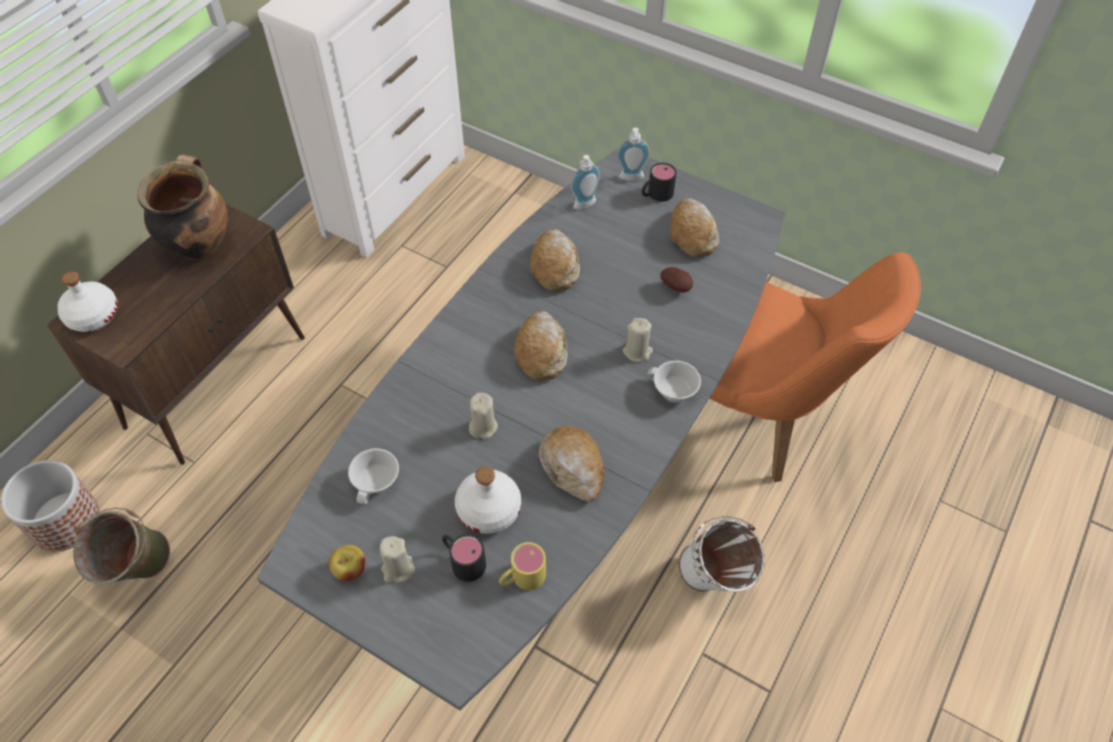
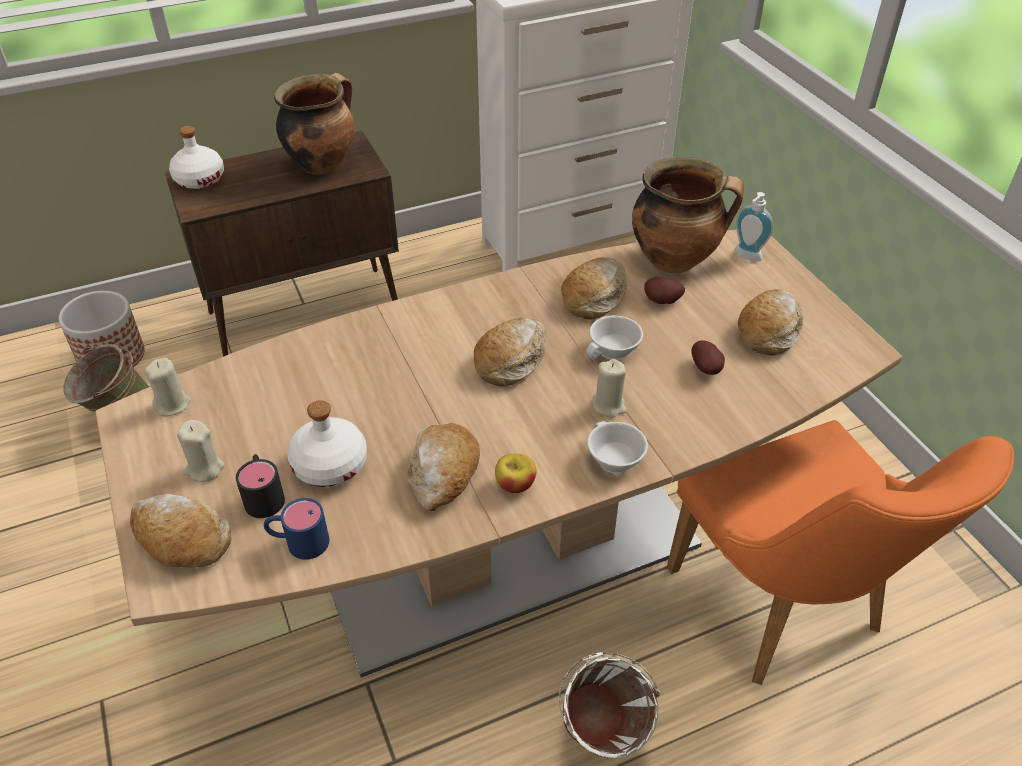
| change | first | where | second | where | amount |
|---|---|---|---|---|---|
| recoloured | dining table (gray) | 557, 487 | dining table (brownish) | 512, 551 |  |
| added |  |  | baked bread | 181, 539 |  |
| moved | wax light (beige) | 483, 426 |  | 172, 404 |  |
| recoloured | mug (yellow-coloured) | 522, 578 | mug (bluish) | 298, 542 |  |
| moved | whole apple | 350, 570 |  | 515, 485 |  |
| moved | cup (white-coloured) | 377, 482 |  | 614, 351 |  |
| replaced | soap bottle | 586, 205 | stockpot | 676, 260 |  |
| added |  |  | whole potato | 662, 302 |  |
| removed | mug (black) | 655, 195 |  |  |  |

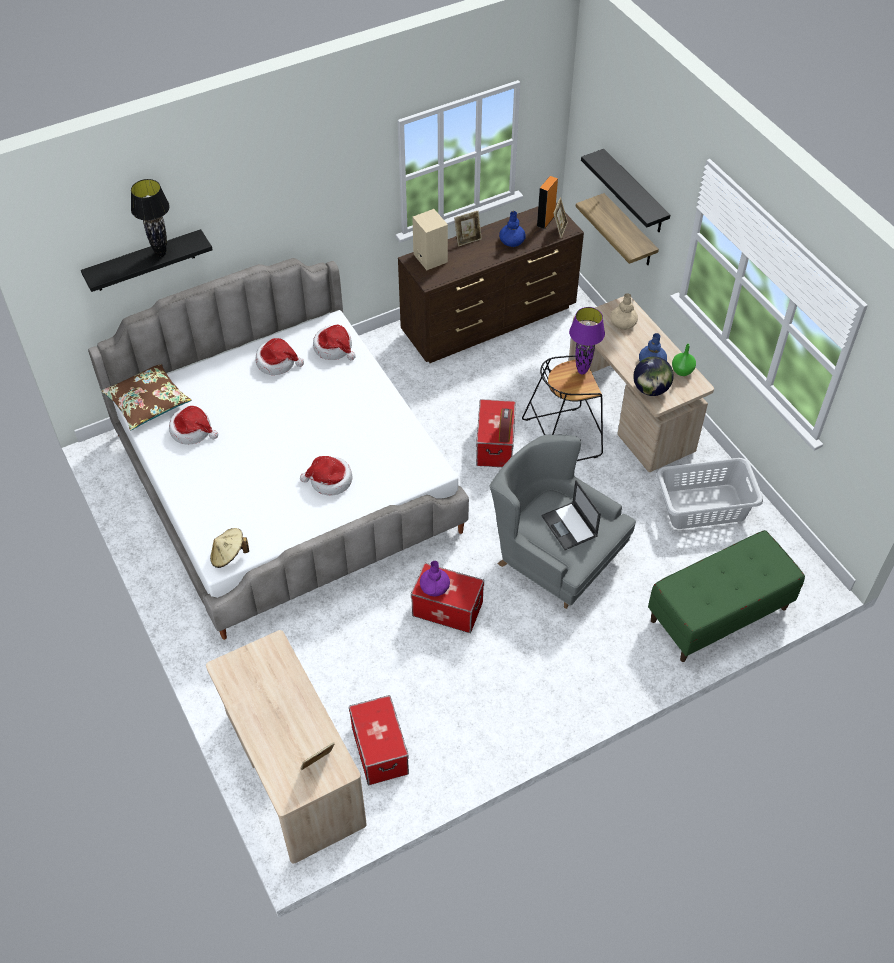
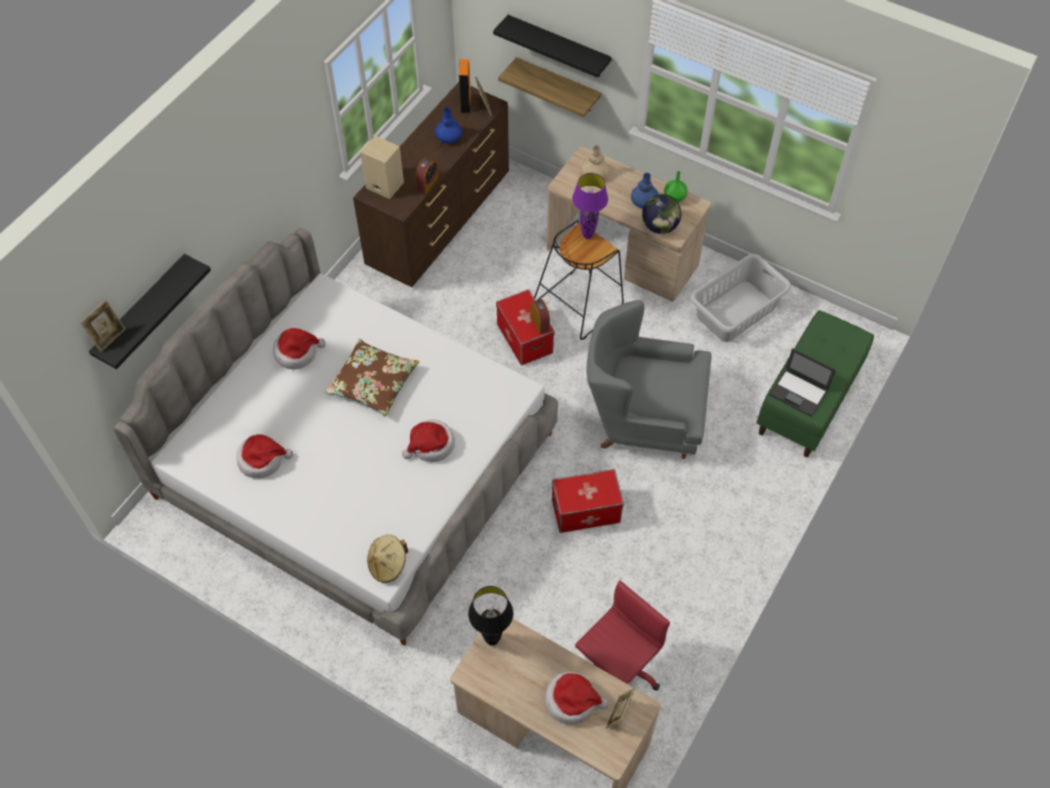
| change | first | where | second | where | amount |
|---|---|---|---|---|---|
| moved | standing frame | 468, 240 |  | 108, 337 |  |
| moved | cushion (brownish) | 148, 402 |  | 373, 383 |  |
| added |  |  | bedside clock | 427, 183 |  |
| moved | lamp for a table (black) | 161, 254 |  | 492, 640 |  |
| moved | clothing hat | 334, 348 |  | 572, 701 |  |
| replaced | storage container | 380, 750 | office chair (reddish) | 615, 669 |  |
| moved | portable computer | 570, 526 |  | 799, 393 |  |
| removed | decorative vase (purplish) | 435, 586 |  |  |  |

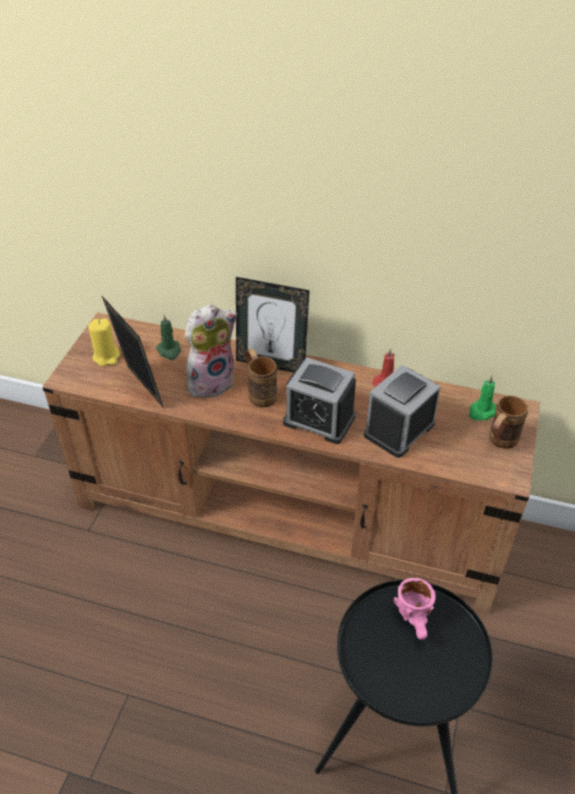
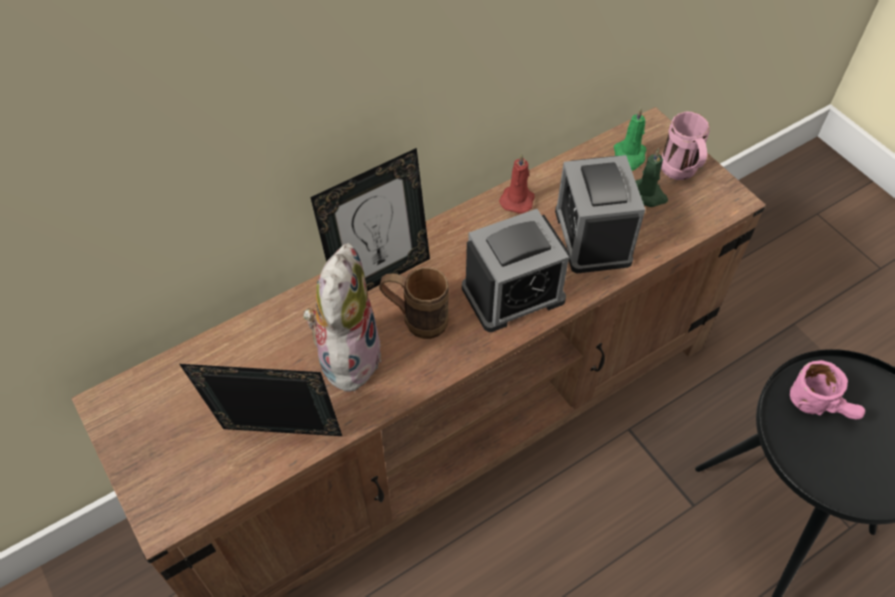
| change | first | where | second | where | amount |
|---|---|---|---|---|---|
| moved | wax light (green-coloured) | 169, 351 |  | 647, 195 |  |
| recoloured | mug (brownish) | 499, 442 | mug (pink-coloured) | 681, 174 |  |
| removed | wax light (yellow-coloured) | 106, 357 |  |  |  |

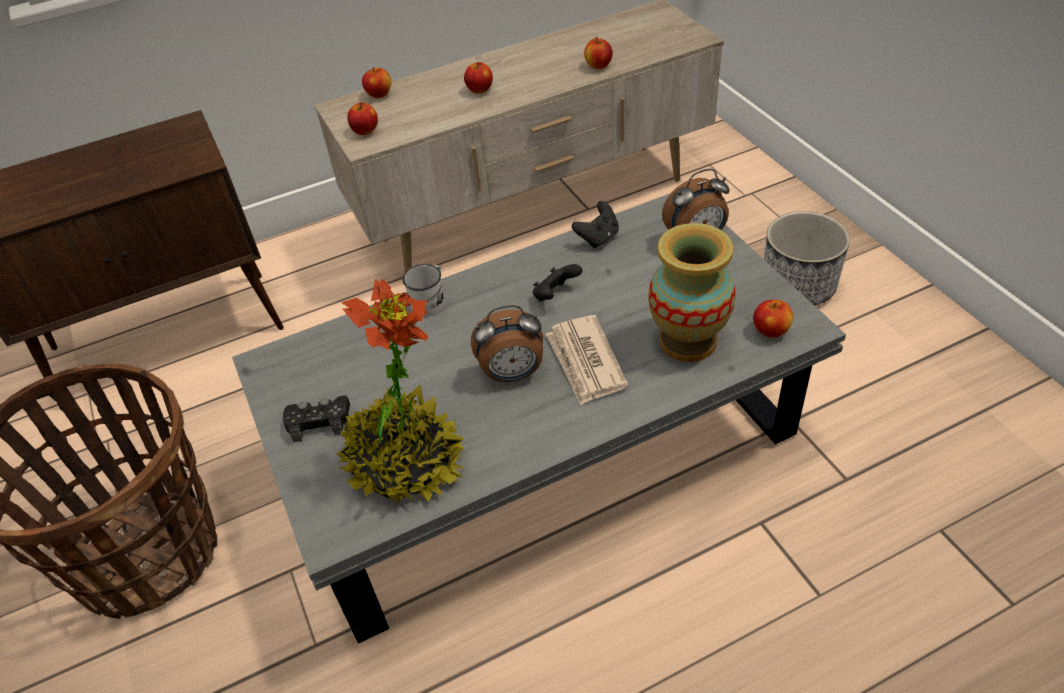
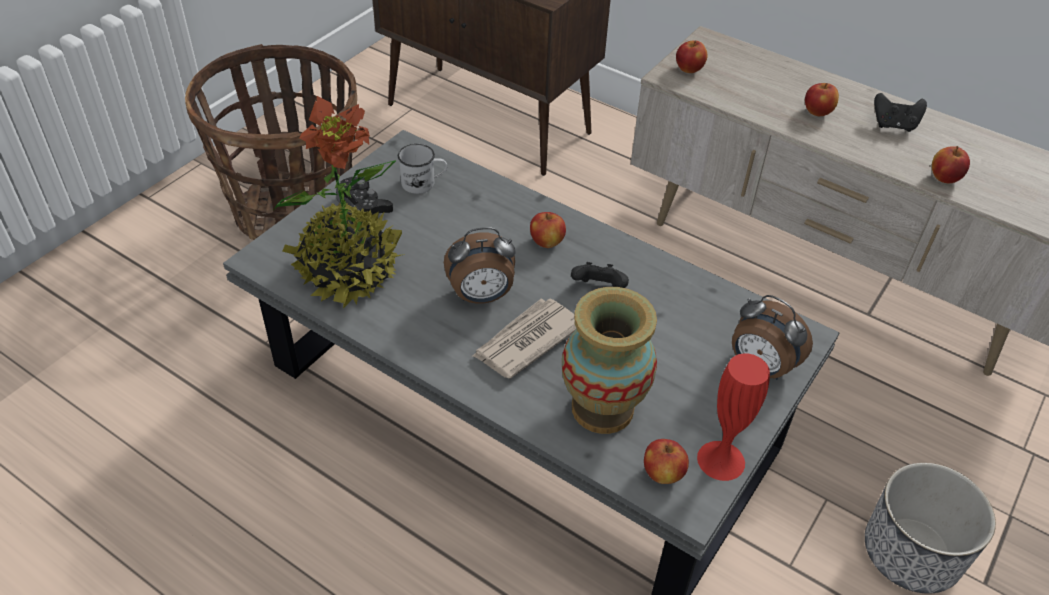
| change | first | where | second | where | amount |
|---|---|---|---|---|---|
| moved | mug (white-coloured) | 430, 301 |  | 423, 183 |  |
| turned | bedside clock | 512, 374 |  | 481, 297 | 60 degrees counterclockwise |
| moved | whole apple | 379, 95 |  | 547, 242 |  |
| added |  |  | decorative vase (reddish) | 721, 460 |  |
| moved | gamepad (black) | 598, 238 |  | 894, 125 |  |

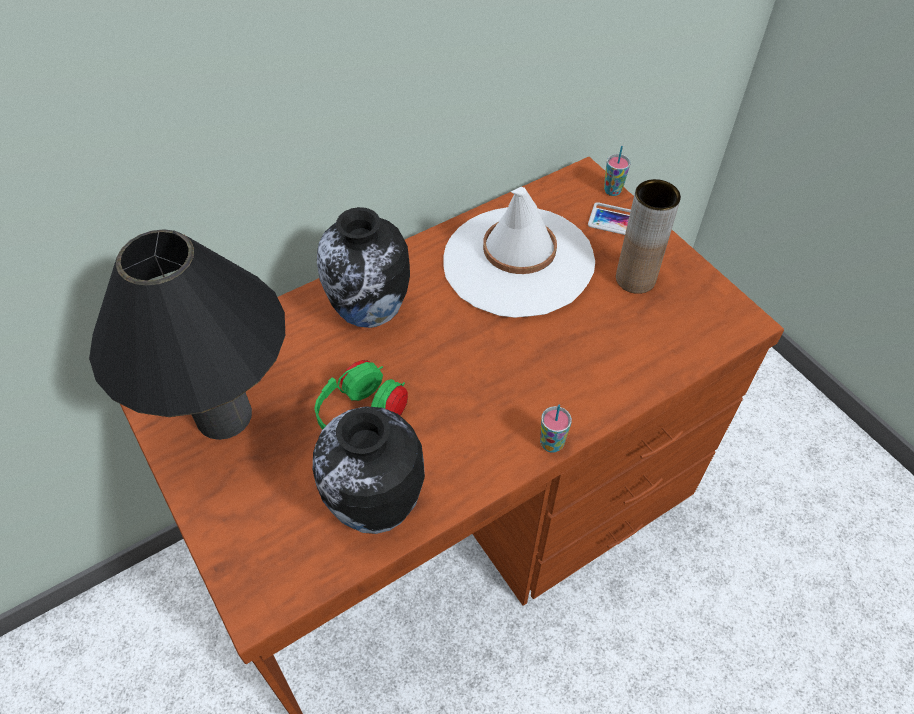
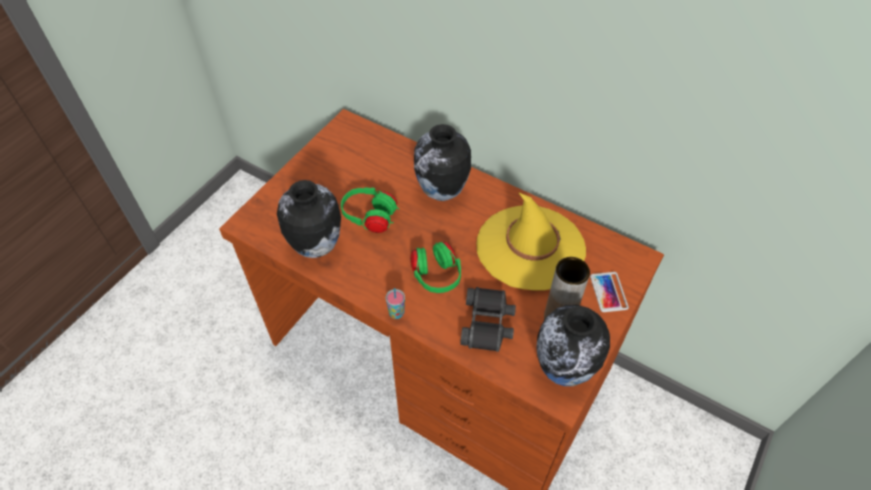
| change | first | where | second | where | amount |
|---|---|---|---|---|---|
| added |  |  | headphones (green-coloured) | 436, 276 |  |
| added |  |  | field glasses (black) | 487, 323 |  |
| recoloured | clothing hat (white-coloured) | 517, 261 | clothing hat (yellow-coloured) | 530, 247 |  |
| added |  |  | decorative vase | 563, 370 |  |
| removed | lamp for a table (black) | 224, 415 |  |  |  |
| removed | cup | 612, 190 |  |  |  |

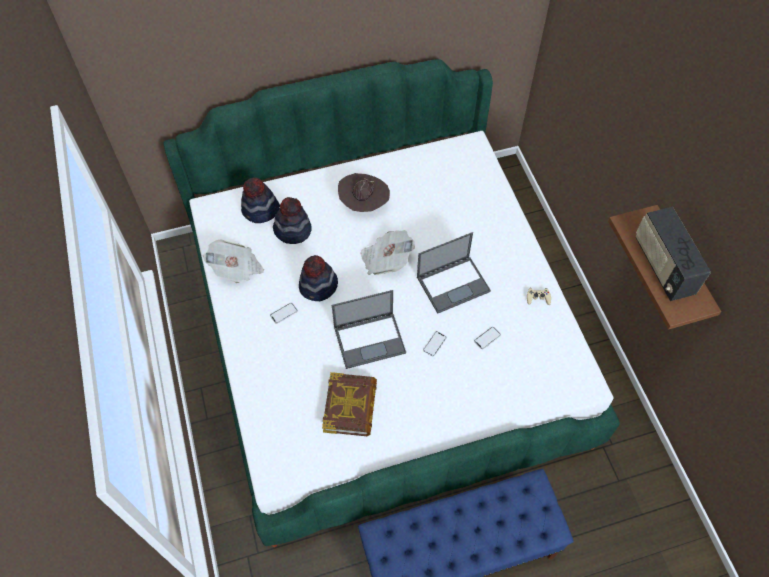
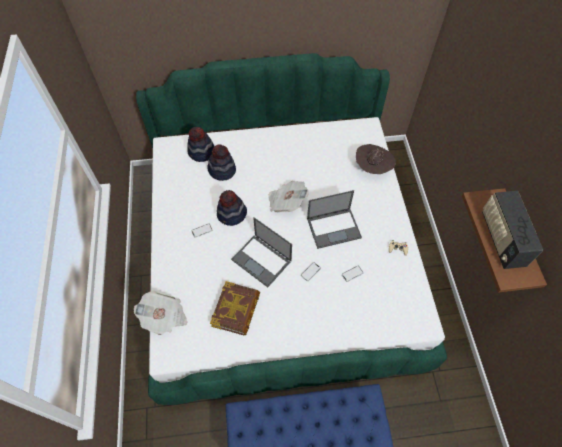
| change | first | where | second | where | amount |
|---|---|---|---|---|---|
| moved | newspaper | 236, 269 |  | 164, 317 |  |
| turned | portable computer | 370, 339 |  | 262, 260 | 45 degrees clockwise |
| moved | clothing hat (brownish) | 364, 204 |  | 372, 168 |  |

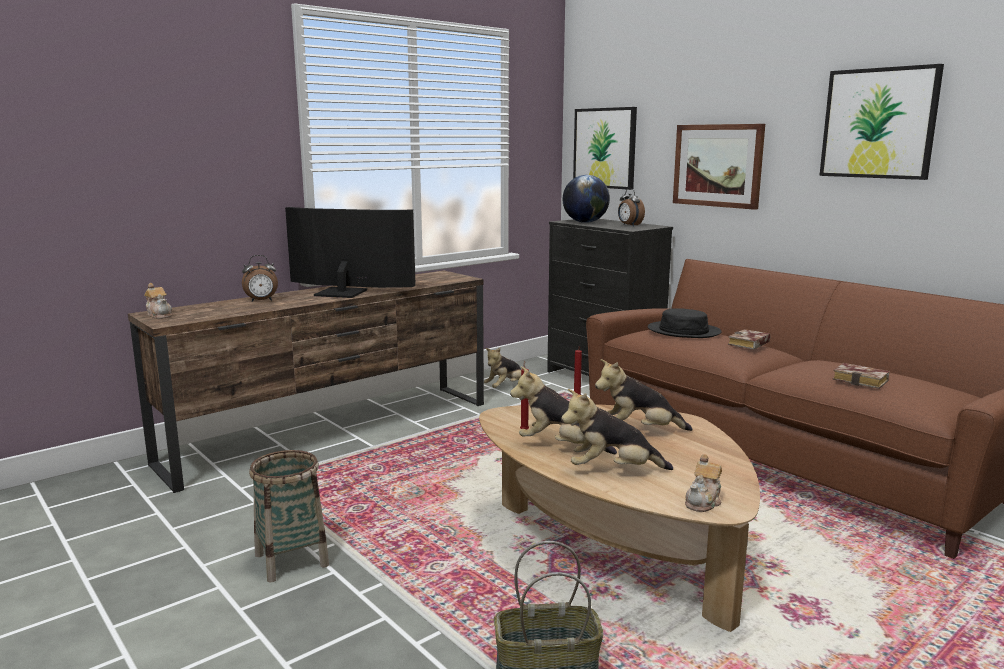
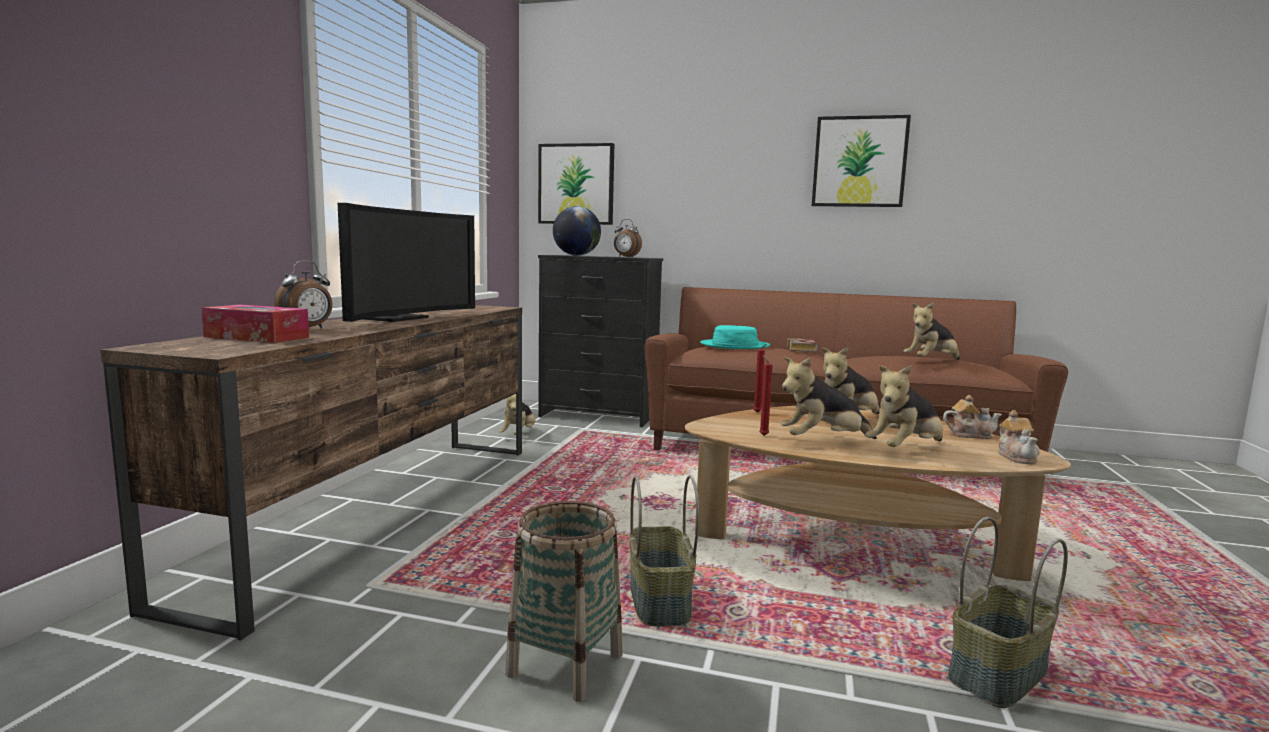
| change | first | where | second | where | amount |
|---|---|---|---|---|---|
| added |  |  | tissue box | 257, 337 |  |
| turned | TV | 345, 291 |  | 398, 318 | 135 degrees clockwise |
| added |  |  | basket | 657, 600 |  |
| recoloured | clothing hat (black) | 683, 331 | clothing hat (turquoise-coloured) | 734, 346 |  |
| replaced | bound book | 862, 381 | soft toy | 931, 362 |  |
| moved | tea pot | 160, 315 |  | 969, 435 |  |
| removed | wall picture | 718, 165 |  |  |  |

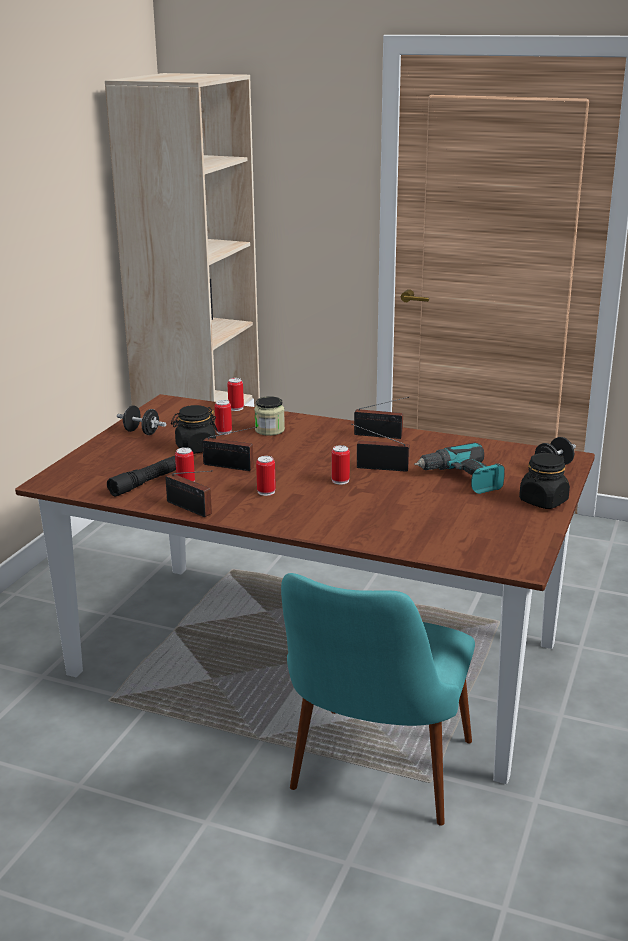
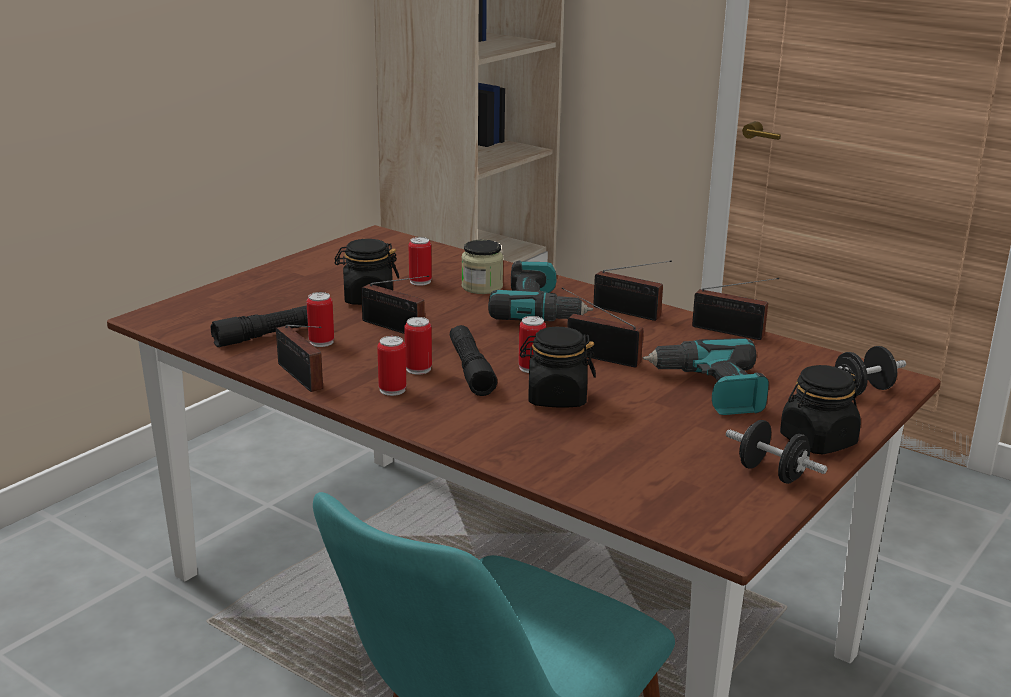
| change | first | where | second | where | amount |
|---|---|---|---|---|---|
| moved | metal can | 236, 408 |  | 392, 389 |  |
| added |  |  | hand torch (black) | 470, 369 |  |
| added |  |  | drill | 539, 310 |  |
| added |  |  | storage jar (black) | 556, 398 |  |
| added |  |  | radio | 731, 332 |  |
| moved | dumbbell (black) | 142, 432 |  | 771, 473 |  |

